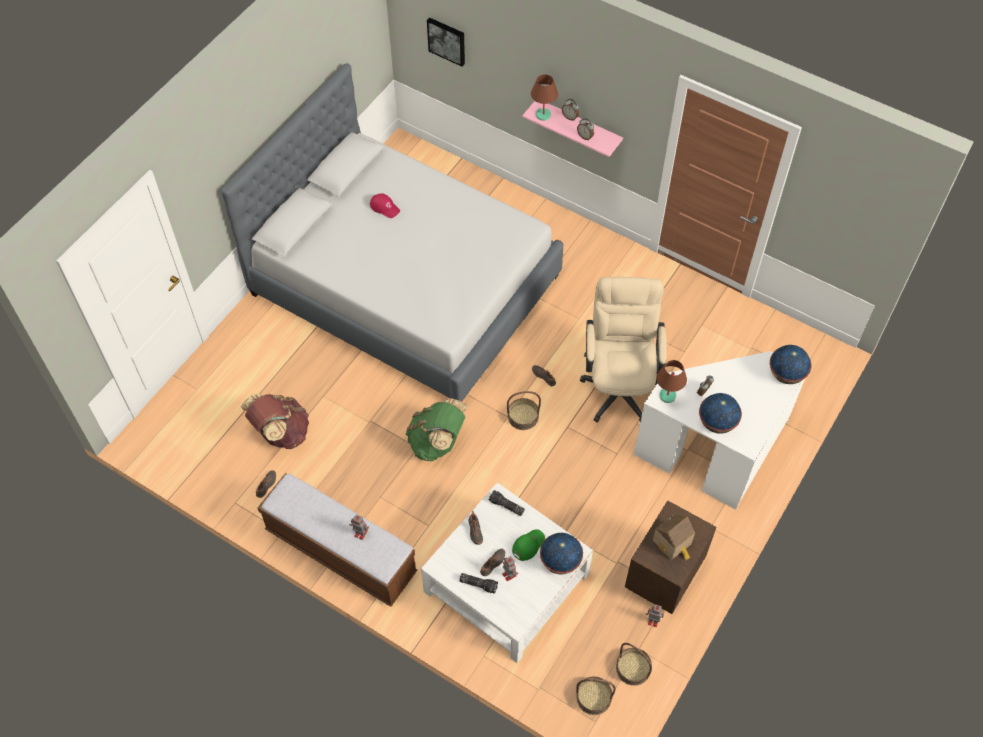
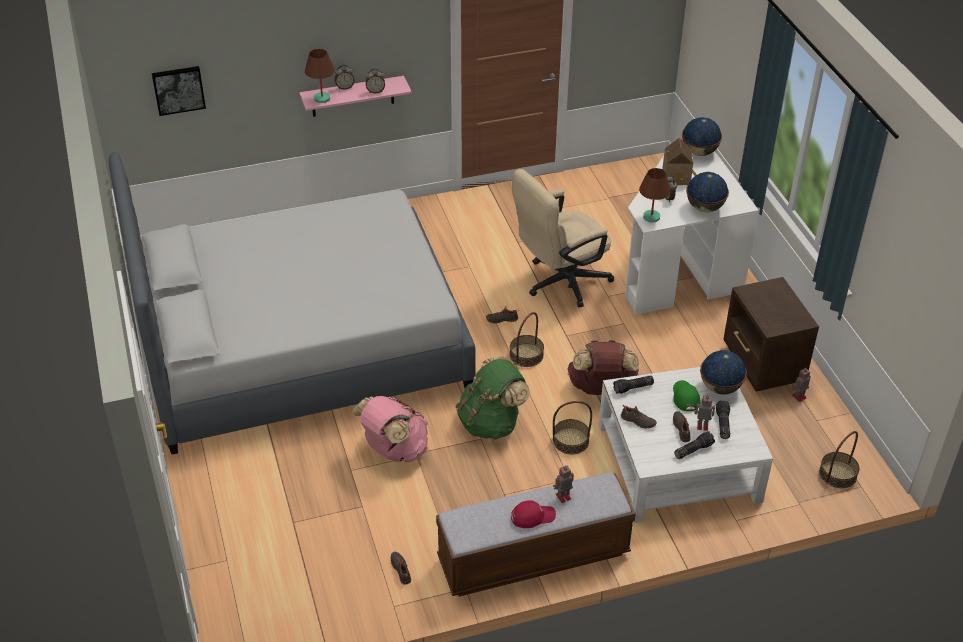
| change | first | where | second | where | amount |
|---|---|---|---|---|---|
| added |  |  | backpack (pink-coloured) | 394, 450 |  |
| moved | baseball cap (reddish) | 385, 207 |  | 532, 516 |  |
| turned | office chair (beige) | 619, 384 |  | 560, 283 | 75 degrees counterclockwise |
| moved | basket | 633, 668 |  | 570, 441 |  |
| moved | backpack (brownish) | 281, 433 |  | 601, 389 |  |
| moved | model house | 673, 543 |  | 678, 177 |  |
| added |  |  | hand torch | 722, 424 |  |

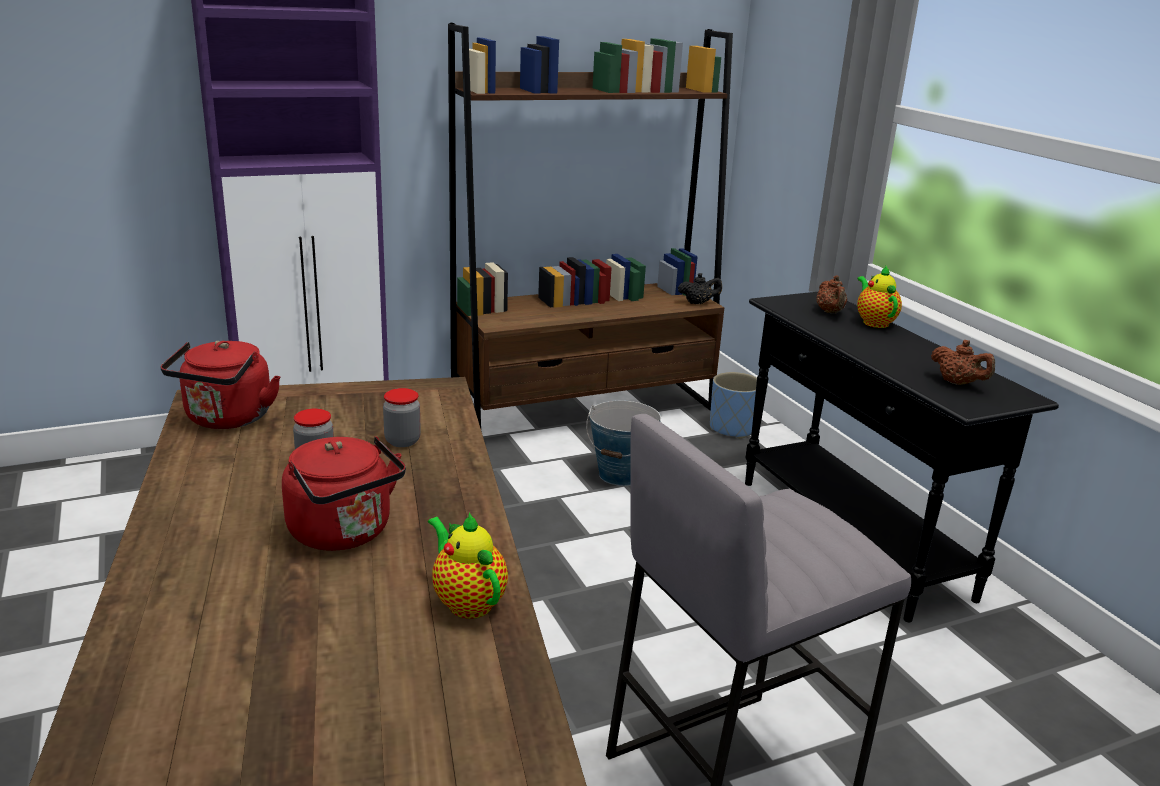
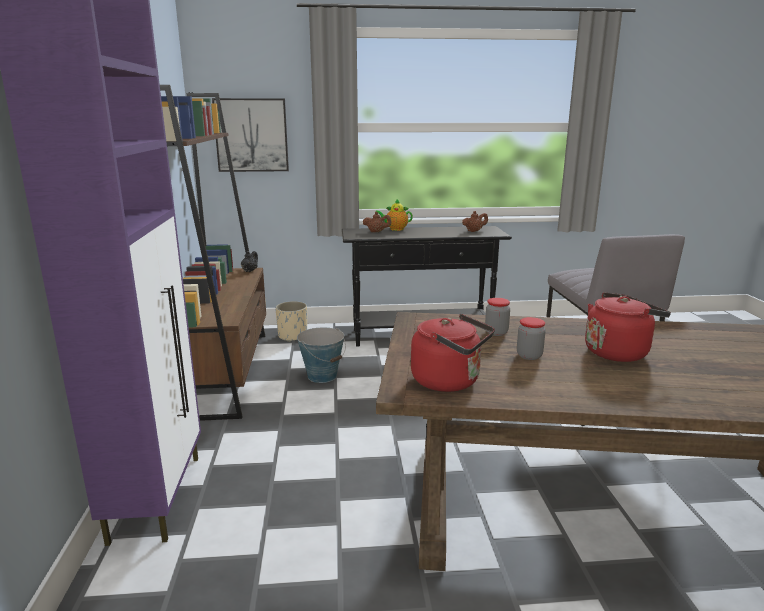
| change | first | where | second | where | amount |
|---|---|---|---|---|---|
| added |  |  | wall picture | 251, 135 |  |
| recoloured | flower pot (bluish) | 732, 428 | flower pot (beige) | 292, 336 |  |
| removed | tea pot | 467, 601 |  |  |  |

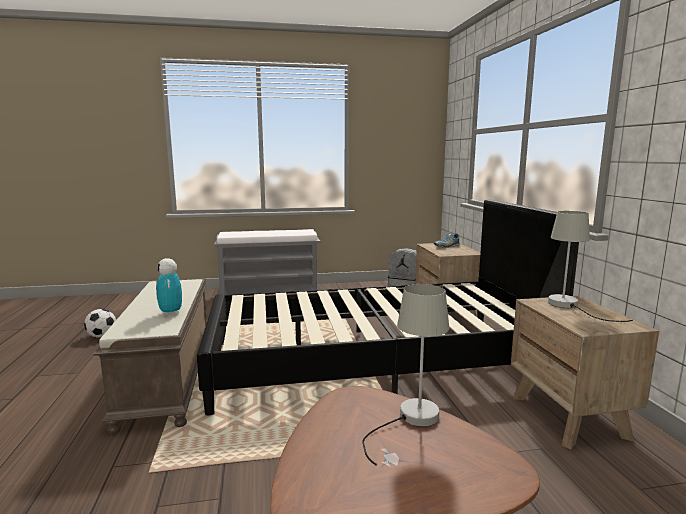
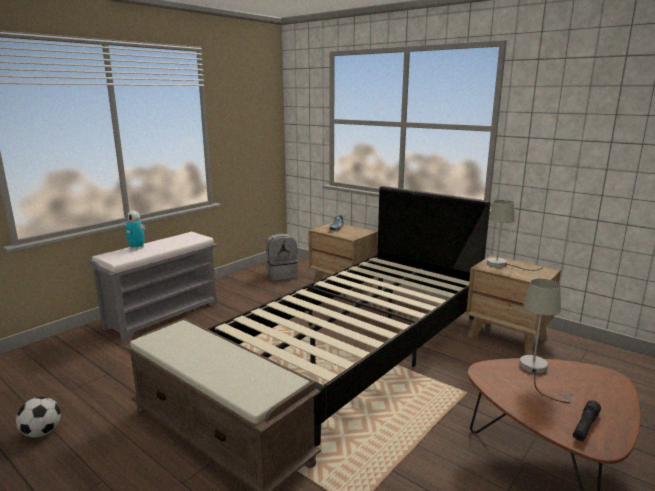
| change | first | where | second | where | amount |
|---|---|---|---|---|---|
| moved | toy robot | 171, 313 |  | 137, 248 |  |
| added |  |  | hand torch (black) | 585, 426 |  |

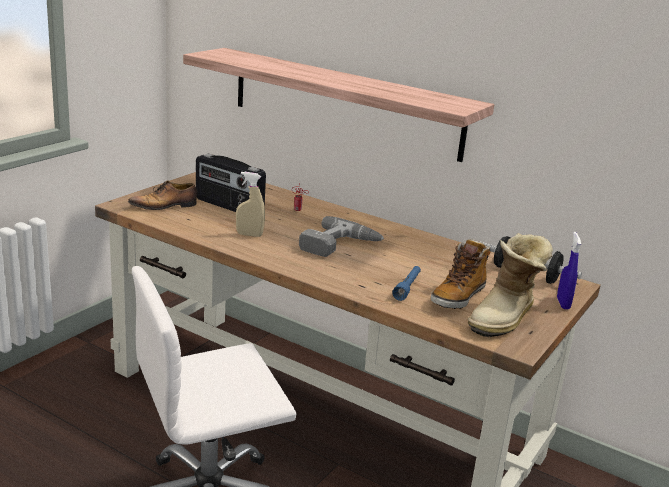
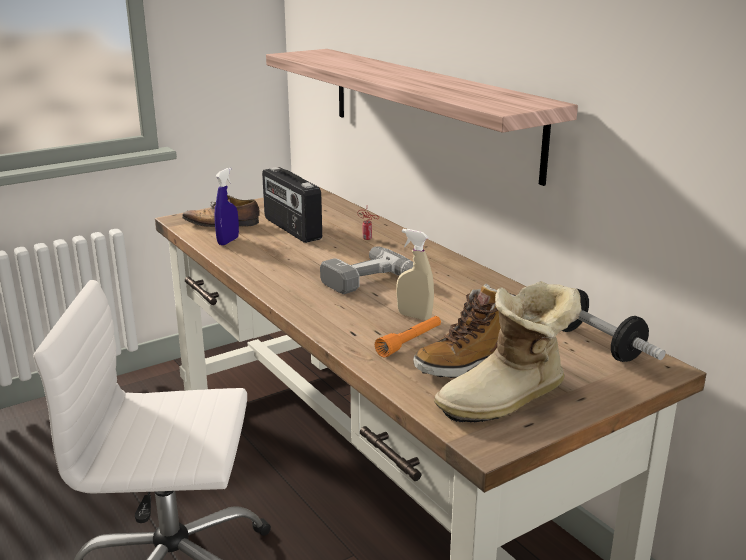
| change | first | where | second | where | amount |
|---|---|---|---|---|---|
| moved | hand sprayer (bluish) | 563, 303 |  | 228, 241 |  |
| recoloured | hand torch (bluish) | 407, 287 | hand torch (orange) | 410, 342 |  |
| moved | hand sprayer (beige) | 249, 235 |  | 414, 316 |  |

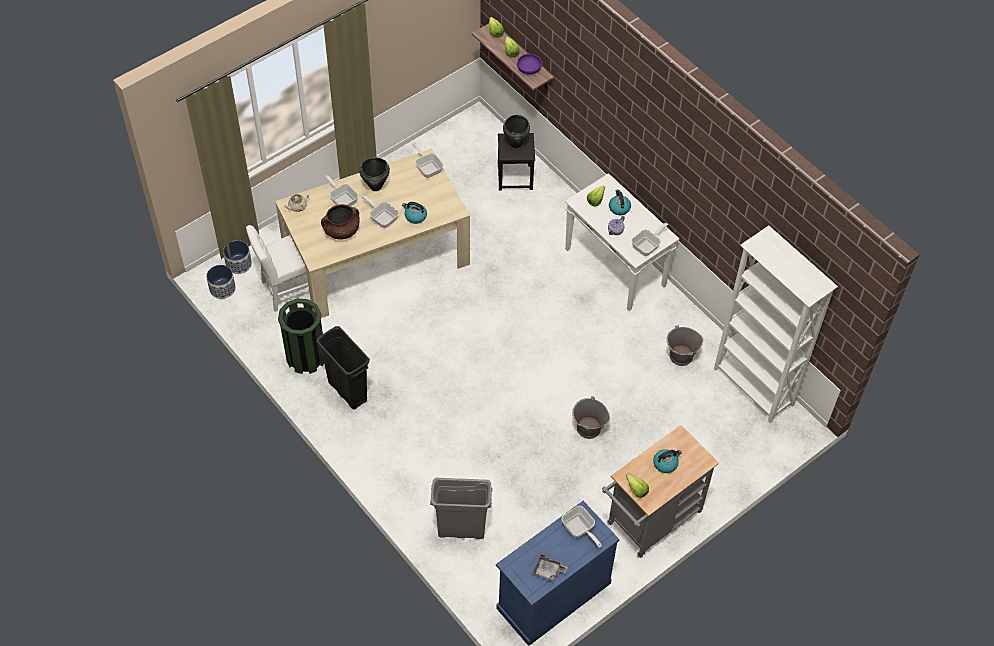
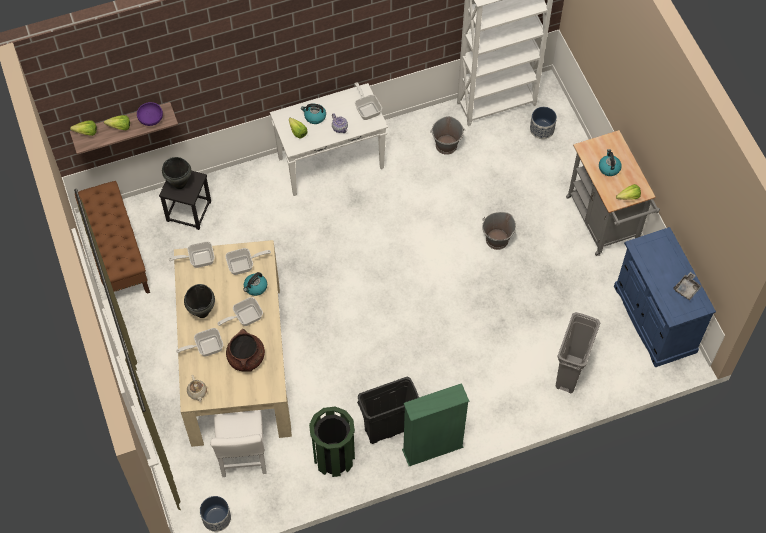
| change | first | where | second | where | amount |
|---|---|---|---|---|---|
| added |  |  | bench (brownish) | 117, 254 |  |
| moved | skillet | 579, 530 |  | 244, 265 |  |
| added |  |  | bookcase (green-coloured) | 432, 448 |  |
| moved | flower pot | 239, 264 |  | 542, 129 |  |

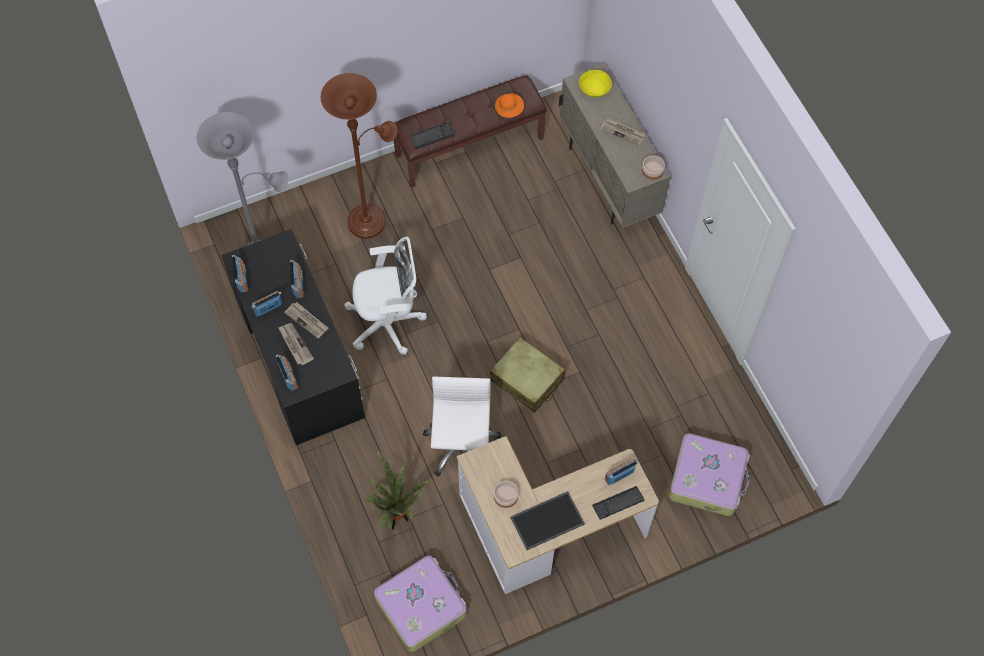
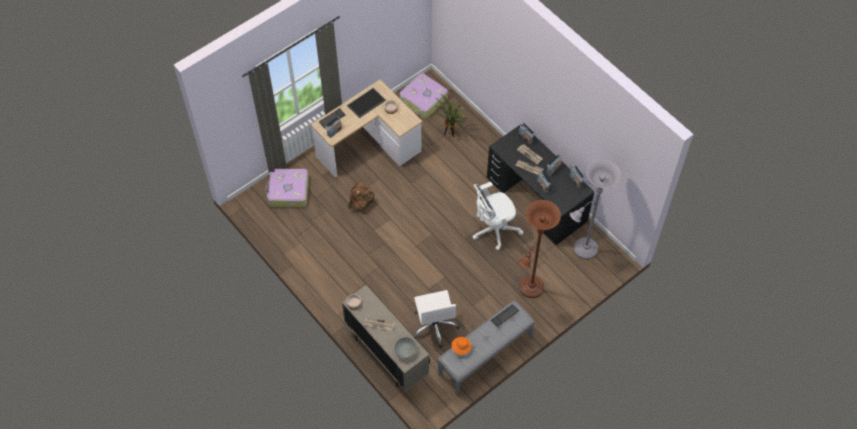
| change | first | where | second | where | amount |
|---|---|---|---|---|---|
| added |  |  | backpack (brownish) | 361, 203 |  |
| recoloured | bowl (yellow-coloured) | 594, 90 | bowl (gray) | 405, 350 |  |
| moved | office chair (white-coloured) | 461, 445 |  | 435, 326 |  |
| recoloured | bench (brownish) | 469, 145 | bench (gray) | 485, 356 |  |
| removed | piece of luggage (beige) | 527, 380 |  |  |  |

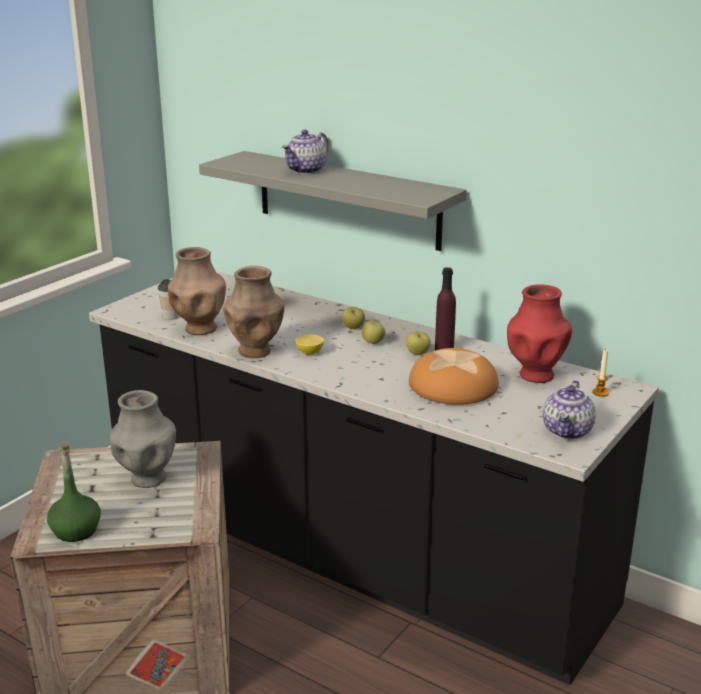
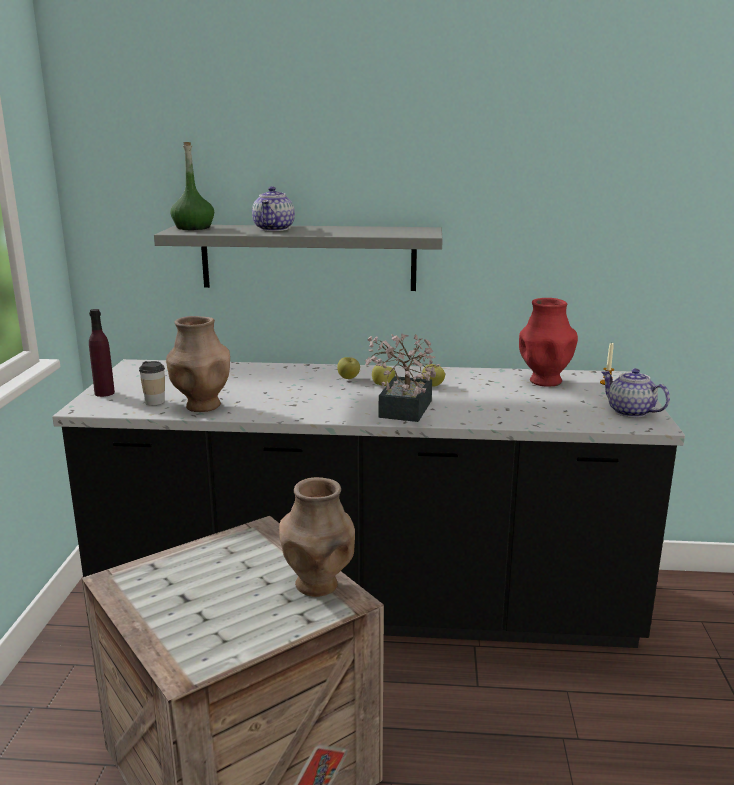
| change | first | where | second | where | amount |
|---|---|---|---|---|---|
| moved | drink bottle (purplish) | 444, 349 |  | 104, 393 |  |
| moved | drink bottle (green-coloured) | 76, 530 |  | 193, 228 |  |
| moved | decorative vase (brownish) | 255, 352 |  | 318, 585 |  |
| added |  |  | houseplant | 402, 411 |  |
| turned | tea pot | 567, 431 |  | 629, 412 | 150 degrees clockwise |
| removed | decorative vase (gray) | 147, 479 |  |  |  |
| removed | lemon | 309, 352 |  |  |  |
| removed | baked bread | 452, 386 |  |  |  |

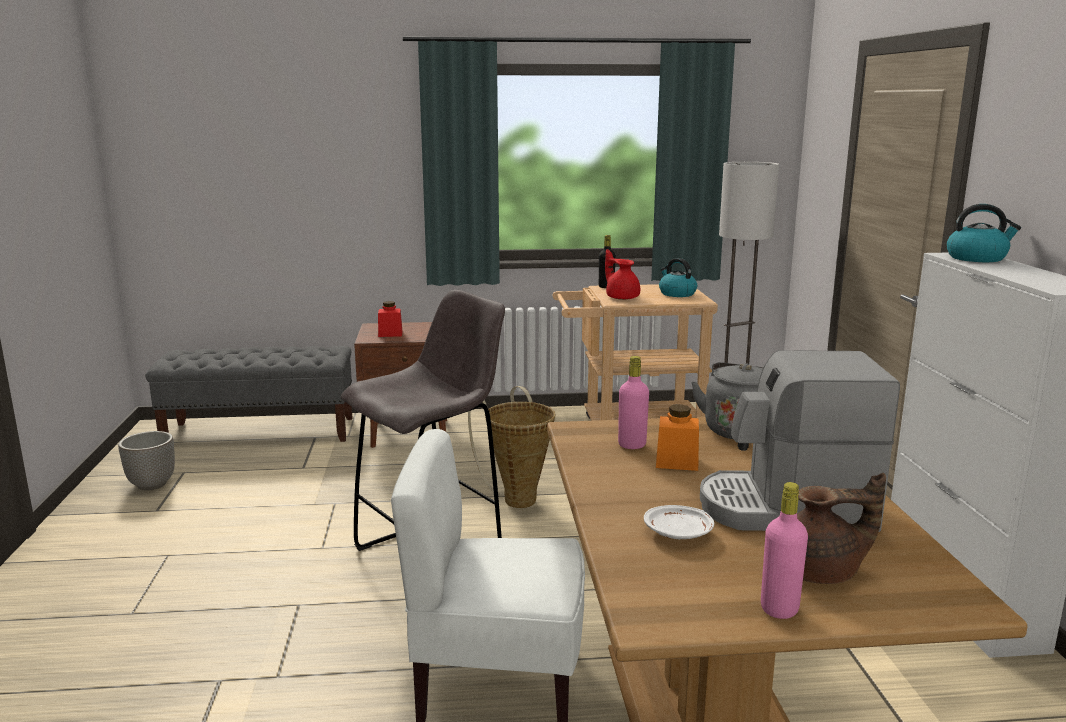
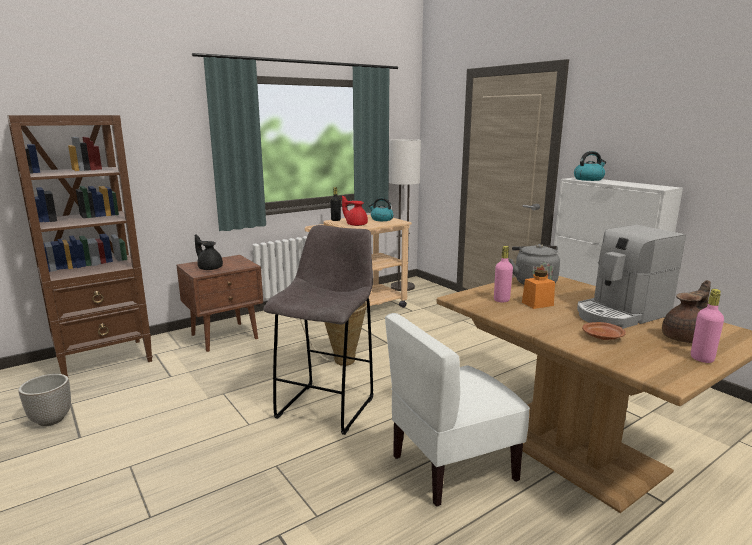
| change | first | where | second | where | amount |
|---|---|---|---|---|---|
| replaced | bench (gray) | 261, 432 | bookcase (brownish) | 105, 360 |  |
| replaced | storage jar (reddish) | 390, 334 | tea pot (black) | 209, 268 |  |
| recoloured | plate (white-coloured) | 679, 533 | plate (brownish) | 603, 337 |  |

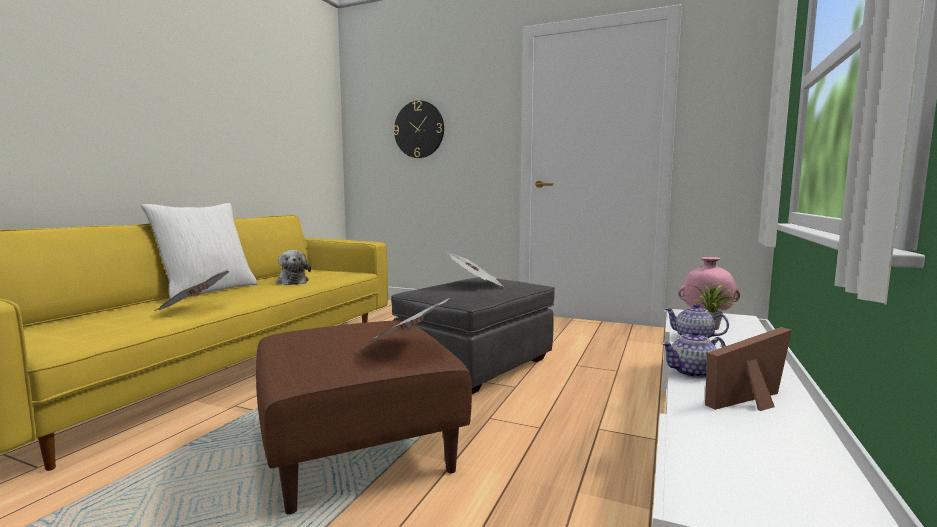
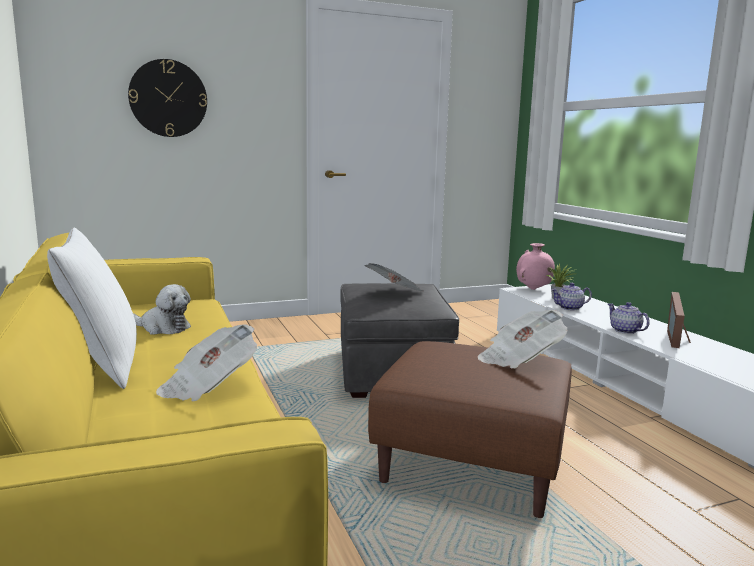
| change | first | where | second | where | amount |
|---|---|---|---|---|---|
| turned | tea pot | 693, 373 |  | 625, 331 | 120 degrees clockwise |

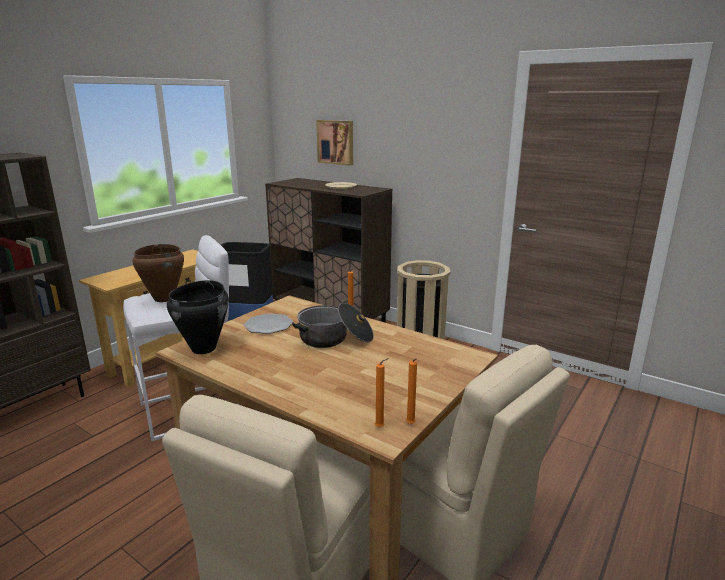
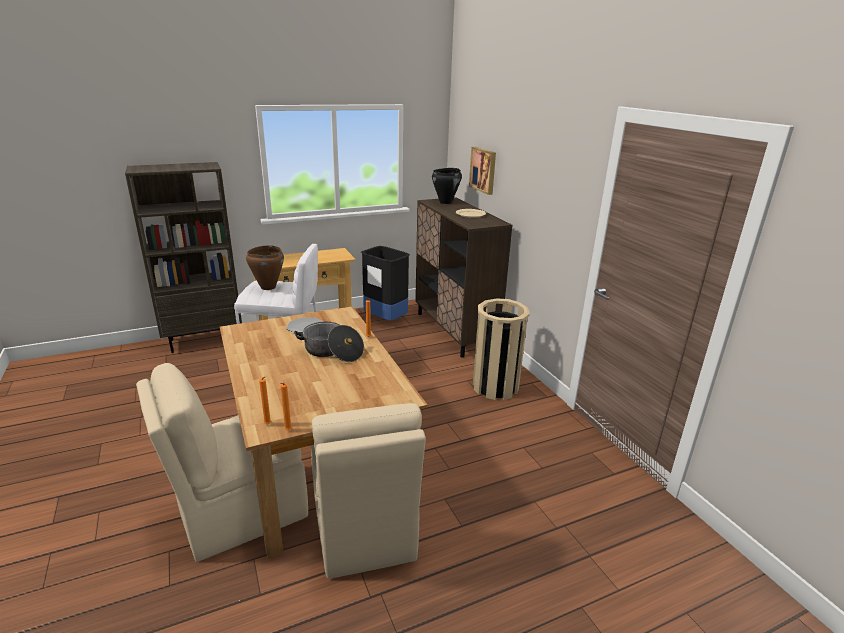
| change | first | where | second | where | amount |
|---|---|---|---|---|---|
| moved | stockpot (black) | 204, 348 |  | 446, 202 |  |

